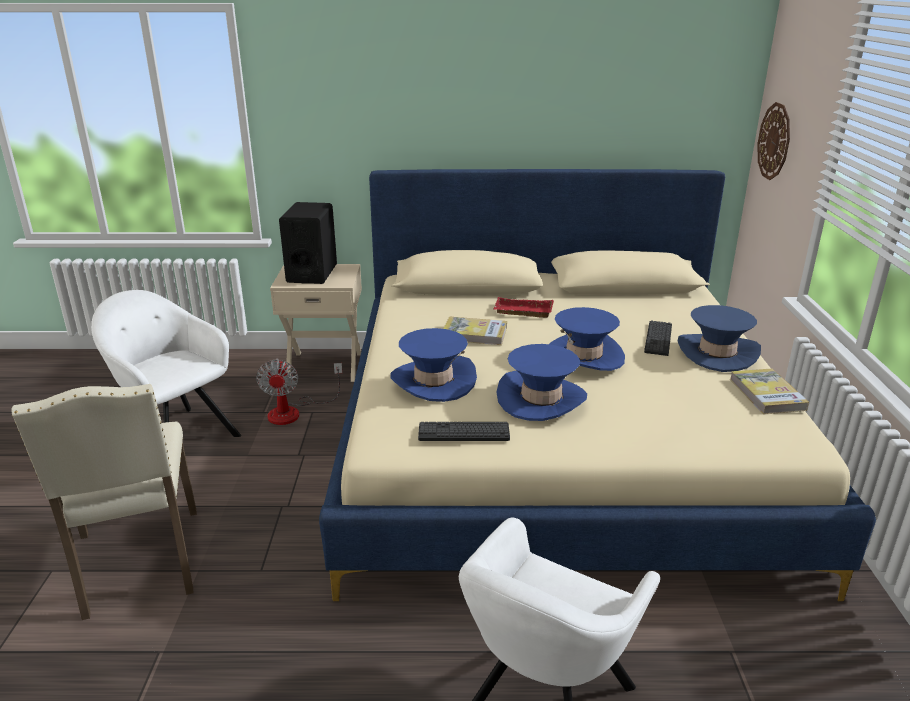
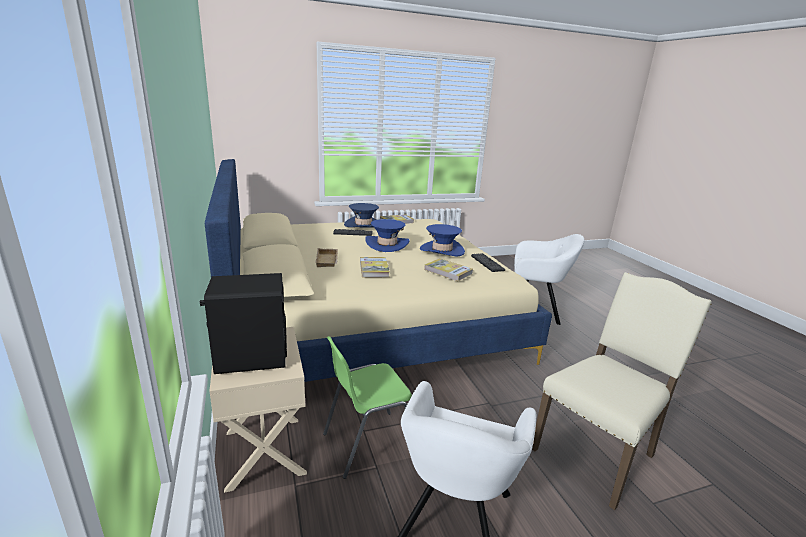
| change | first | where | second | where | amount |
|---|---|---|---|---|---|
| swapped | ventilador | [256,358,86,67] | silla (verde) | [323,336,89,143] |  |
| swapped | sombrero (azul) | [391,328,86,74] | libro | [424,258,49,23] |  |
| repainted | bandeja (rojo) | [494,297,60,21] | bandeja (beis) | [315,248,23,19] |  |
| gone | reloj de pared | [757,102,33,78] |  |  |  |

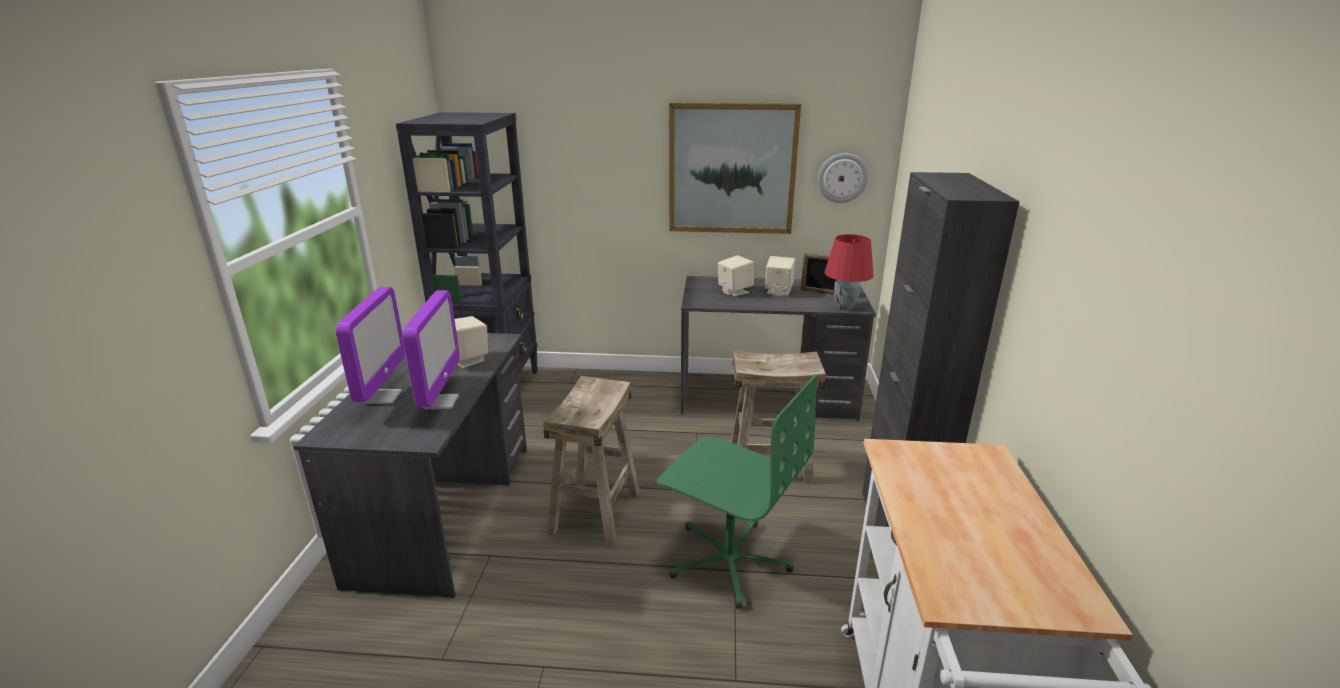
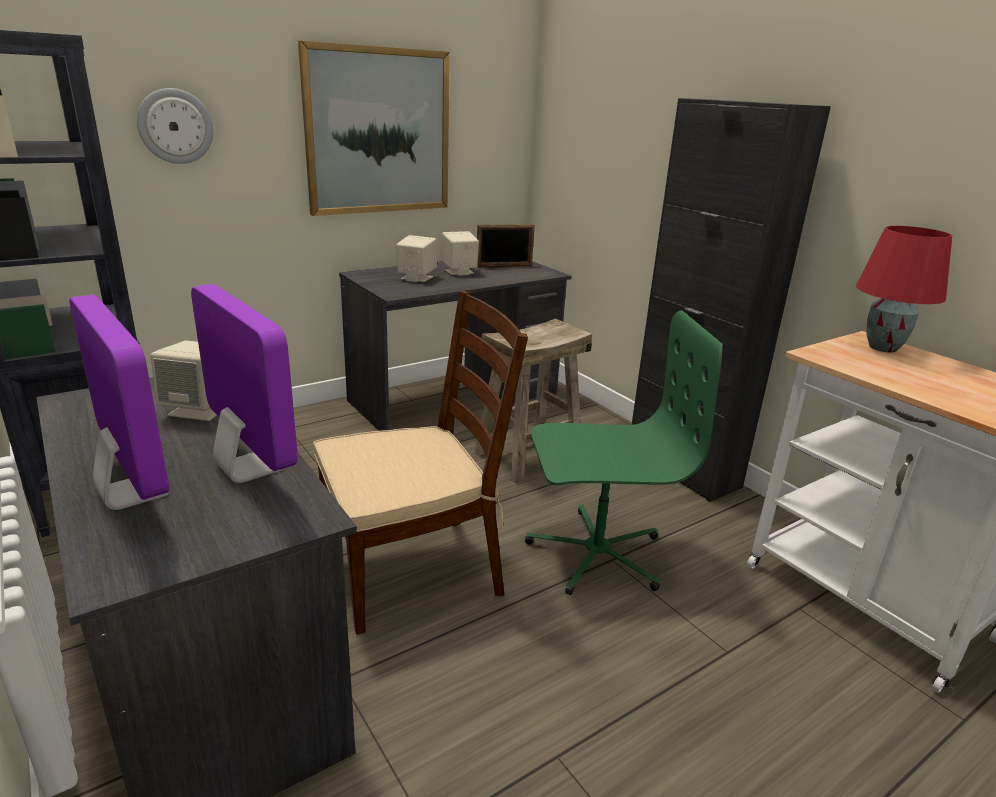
| change | first | where | second | where | amount |
|---|---|---|---|---|---|
| swapped | taburete (beis) | [543,376,97,171] | silla (marrón) | [313,291,215,344] |  |
| shifted | reloj de pared | [818,153,51,50] |  | [137,88,77,76] |  |
| shifted | lámpara de mesa (rojo) | [824,234,50,76] |  | [856,226,96,127] |  |

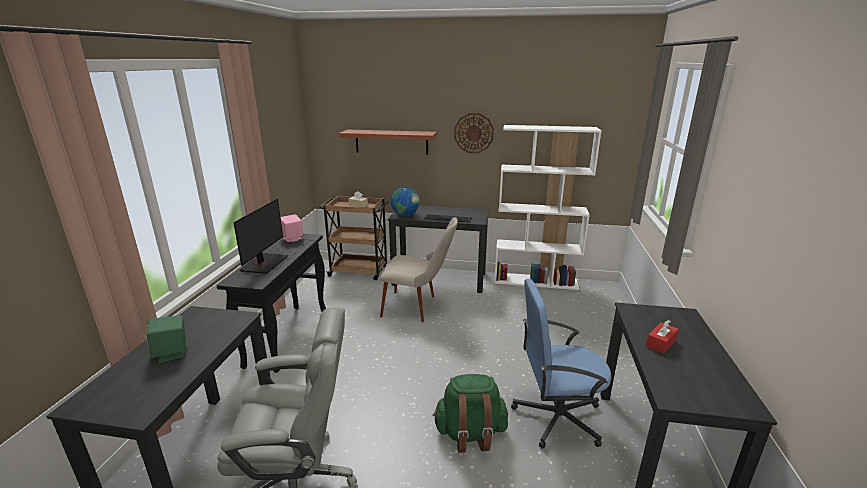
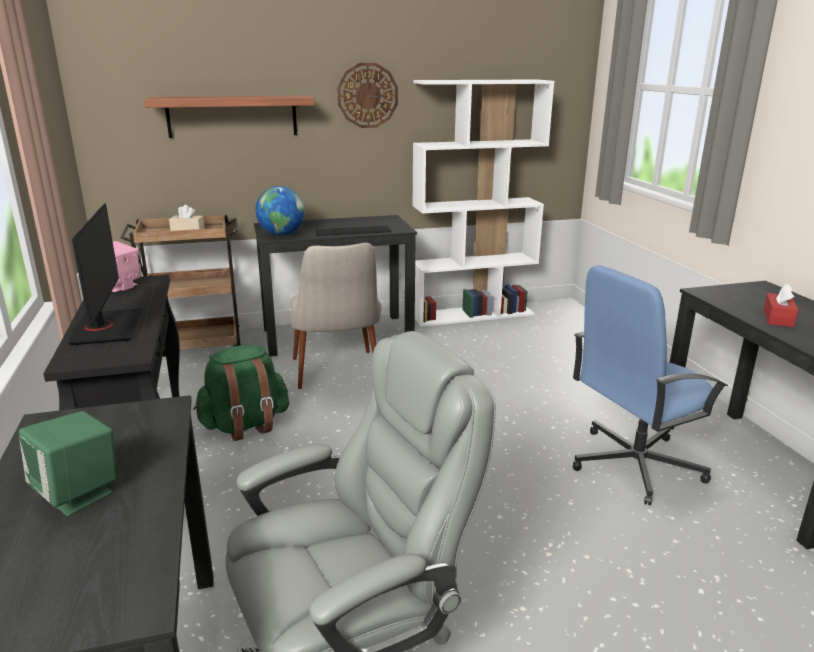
| change | first | where | second | where | amount |
|---|---|---|---|---|---|
| rotated | silla (beis) | [380,217,78,105] |  | [290,243,91,146] | 90 degrees clockwise |
| shifted | mochila (verde) | [433,374,75,79] |  | [193,345,96,96] |  |

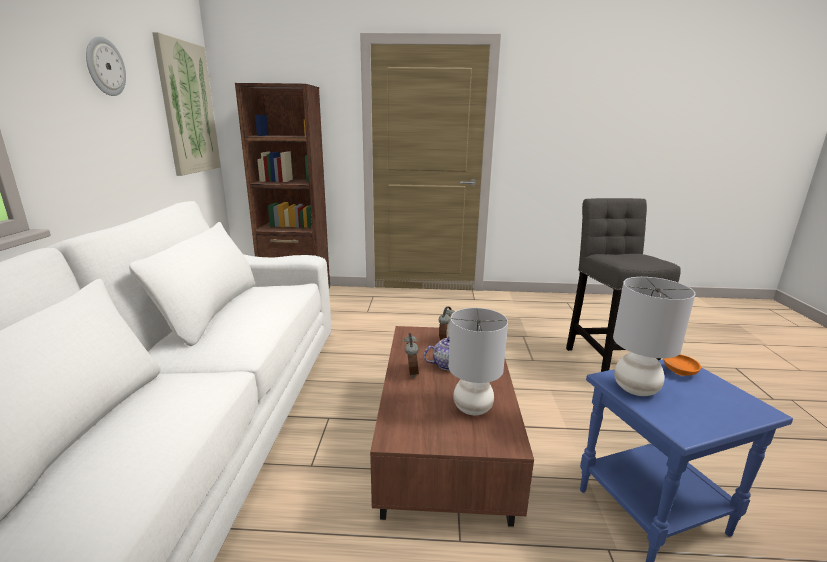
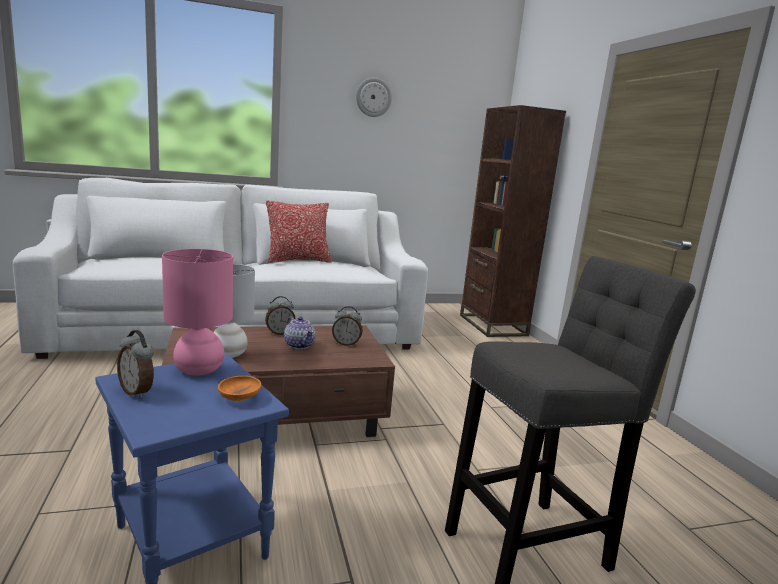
| change | first | where | second | where | amount |
|---|---|---|---|---|---|
| gone | cuadro | [152,32,69,144] |  |  |  |
| repainted | lámpara de mesa (gris) | [613,277,82,119] | lámpara de mesa (rosa) | [162,249,71,127] |  |
| new |  |  | despertador | [117,330,37,69] |  |
| new |  |  | cojín | [266,200,66,63] |  |

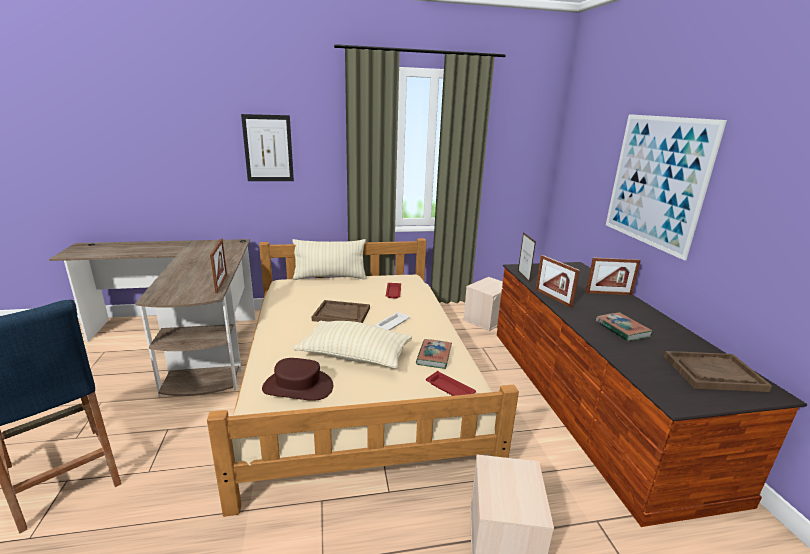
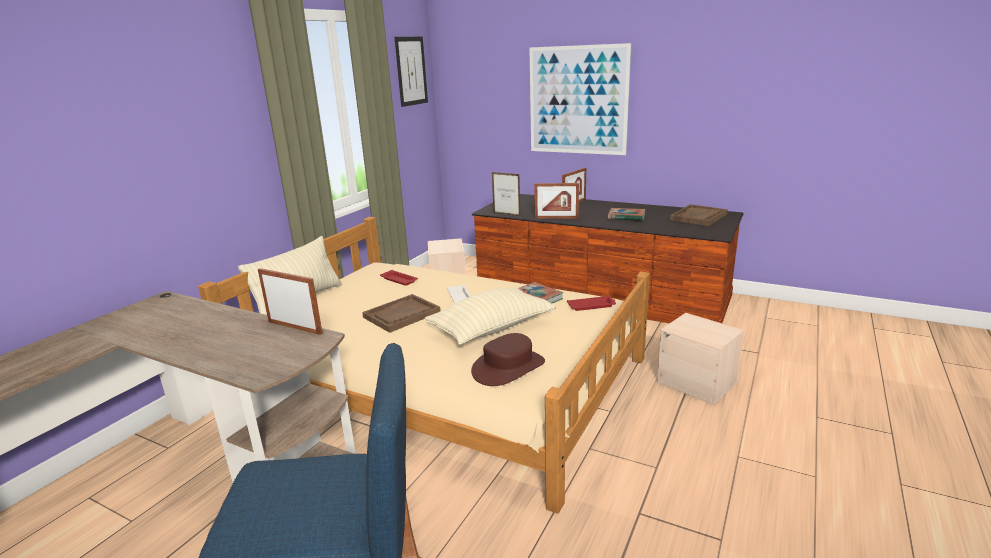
| change | first | where | second | where | amount |
|---|---|---|---|---|---|
| shifted | cuadro | [241,114,53,67] |  | [394,37,34,70] |  |

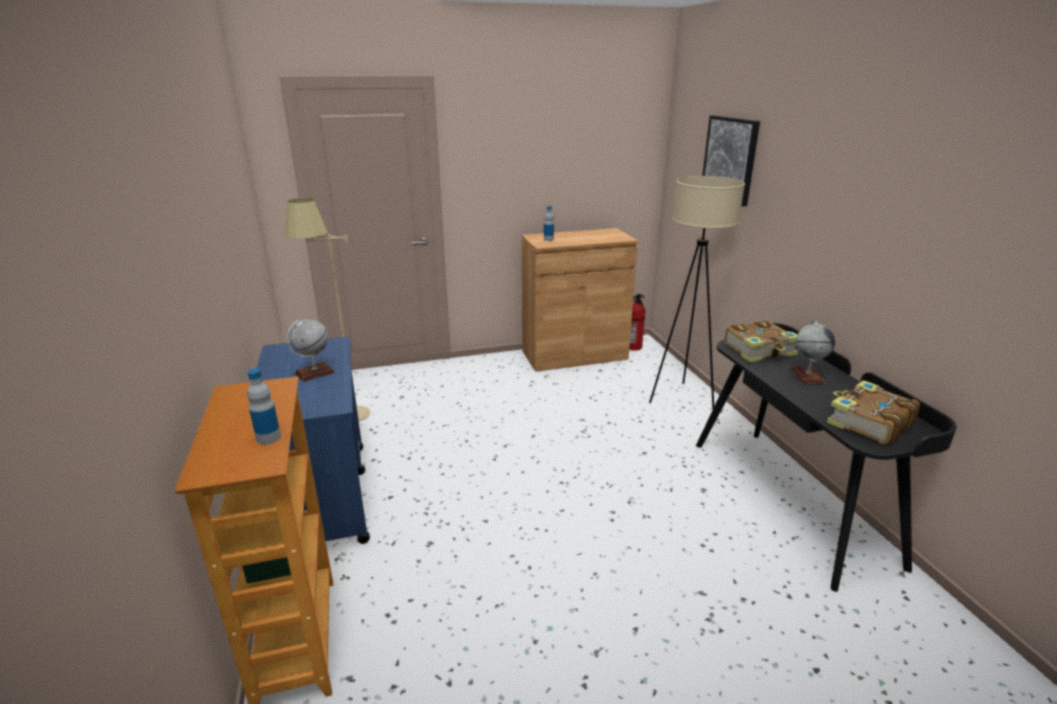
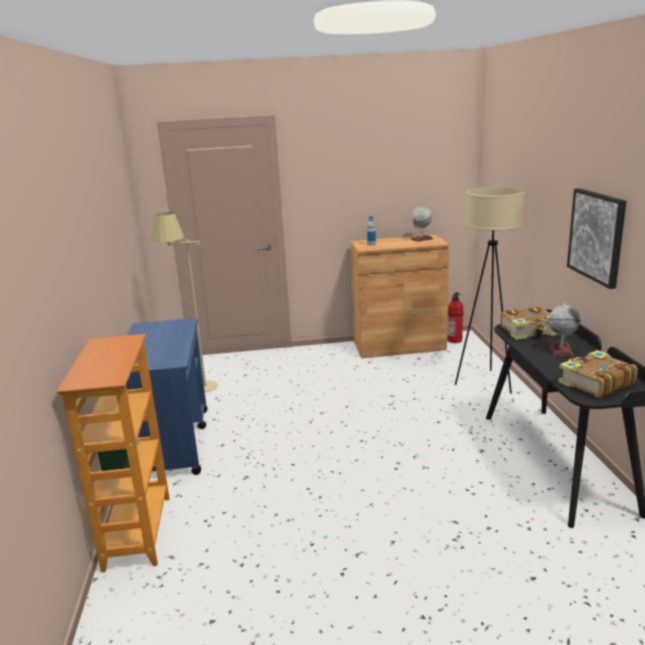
| change | first | where | second | where | amount |
|---|---|---|---|---|---|
| gone | botella | [247,368,34,77] |  |  |  |
| shifted | globo terráqueo | [287,319,48,63] |  | [410,207,23,35] |  |
| shifted | cuadro | [702,115,58,91] |  | [567,188,59,101] |  |

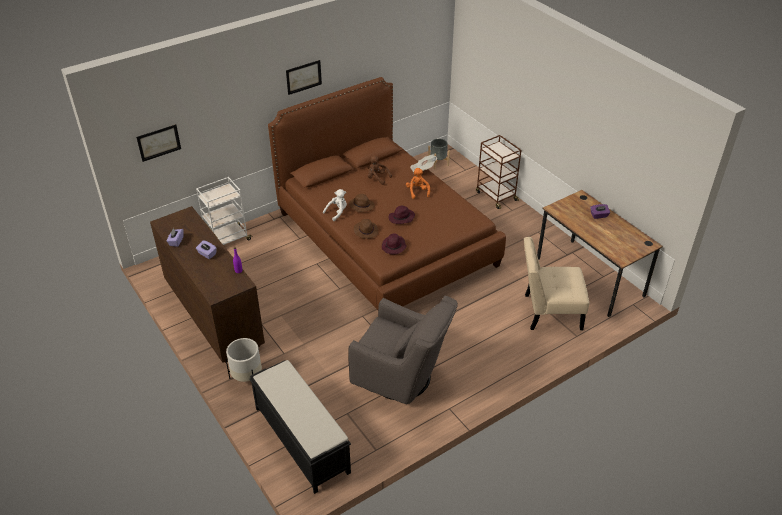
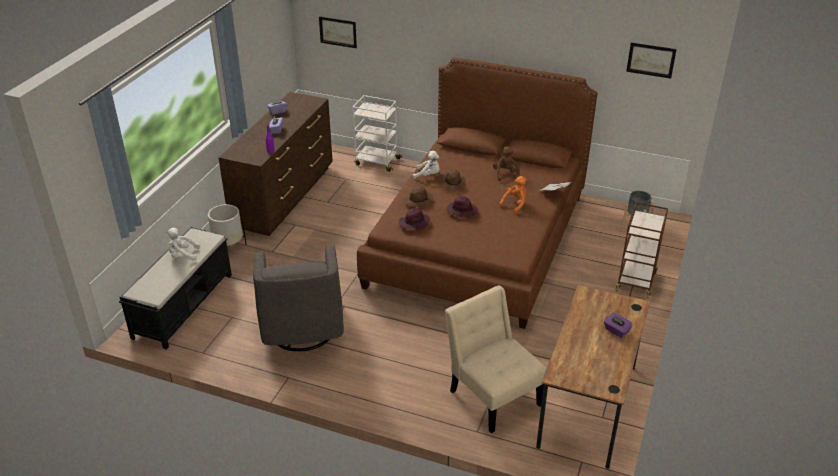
| change | first | where | second | where | amount |
|---|---|---|---|---|---|
| shifted | cuadro | [286,60,36,35] |  | [626,43,51,36] |  |
| new |  |  | peluche (blanco) | [166,228,34,33] |  |

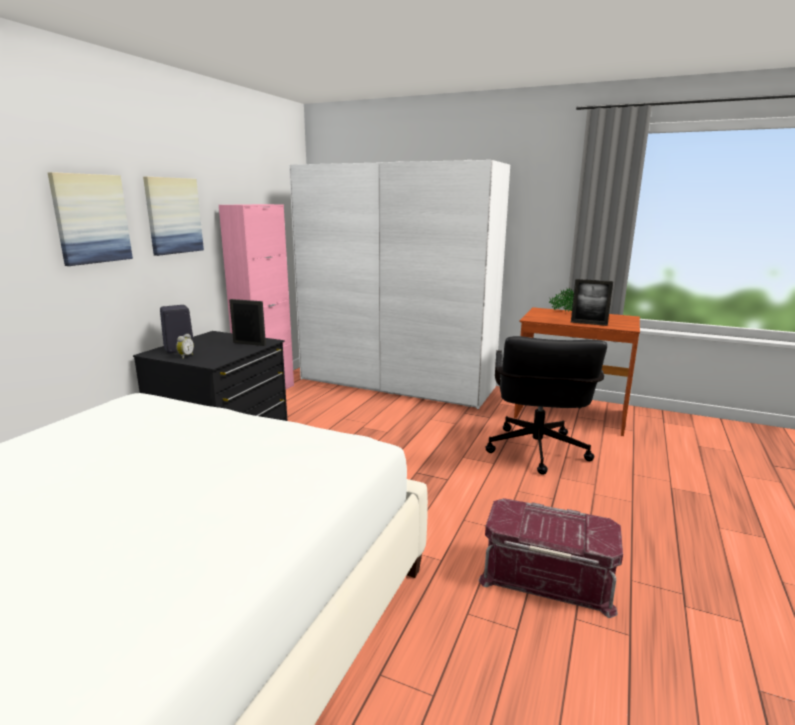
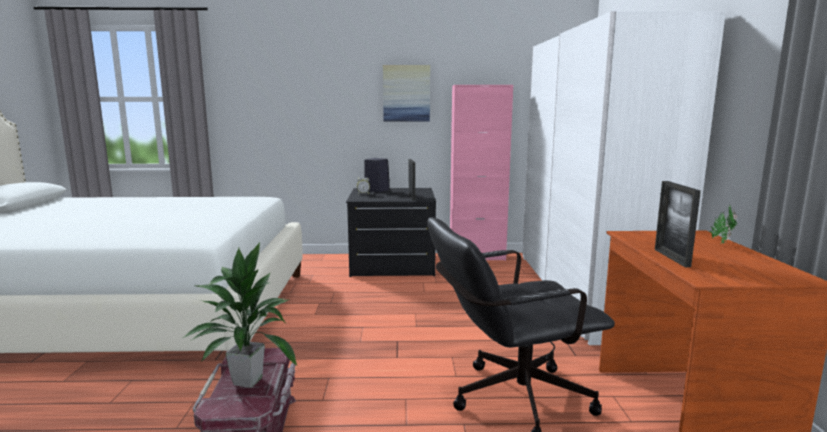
| change | first | where | second | where | amount |
|---|---|---|---|---|---|
| gone | cuadro | [47,172,86,94] |  |  |  |
| new |  |  | planta en maceta | [183,243,114,145] |  |

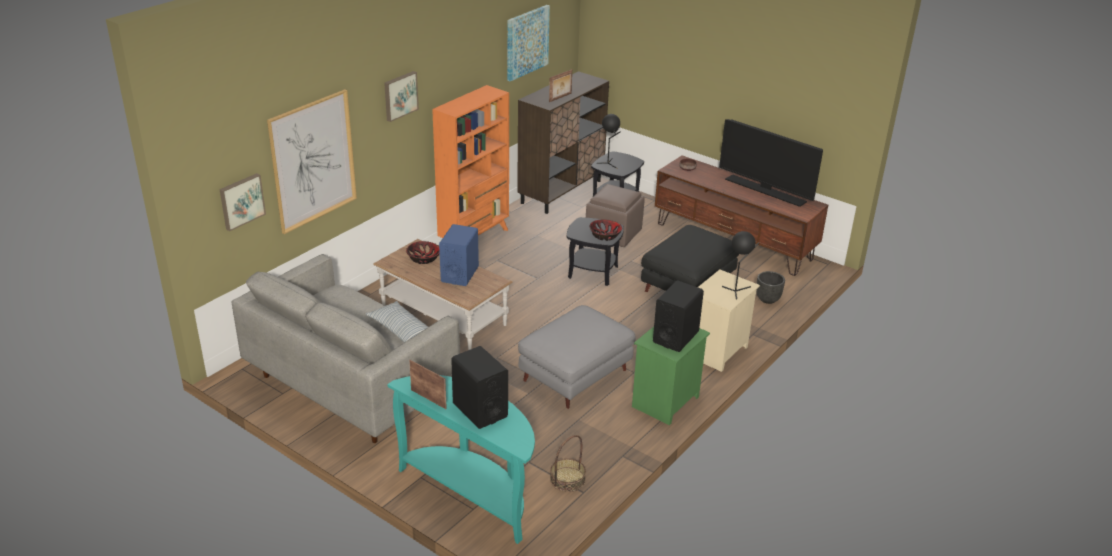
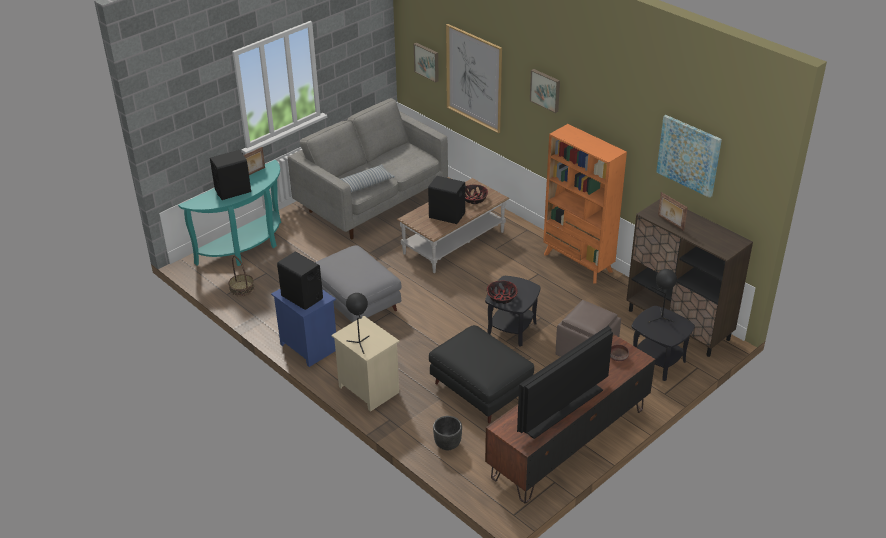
| change | first | where | second | where | amount |
|---|---|---|---|---|---|
| repainted | altavoz (azul) | [439,224,40,62] | altavoz (negro) | [428,176,38,48] |  |
| repainted | mesita de noche (verde) | [632,327,78,98] | mesita de noche (azul) | [271,289,65,78] |  |

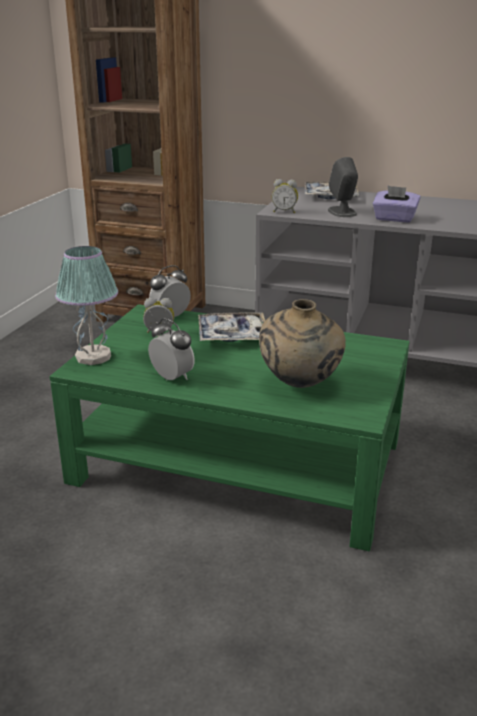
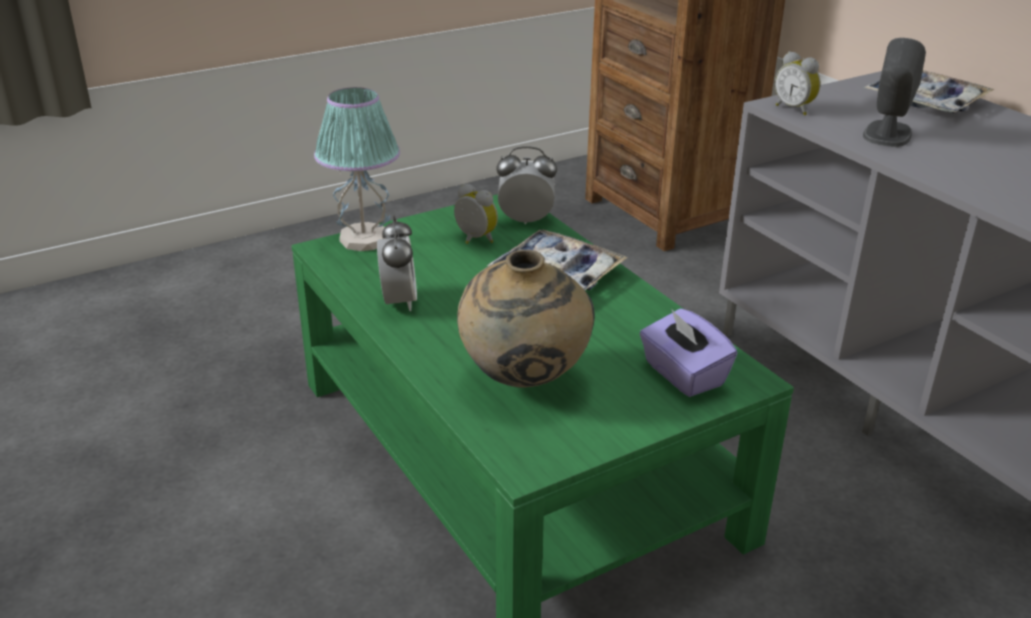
| change | first | where | second | where | amount |
|---|---|---|---|---|---|
| shifted | caja de pañuelos (morado) | [373,186,48,37] |  | [640,308,98,89] |  |

